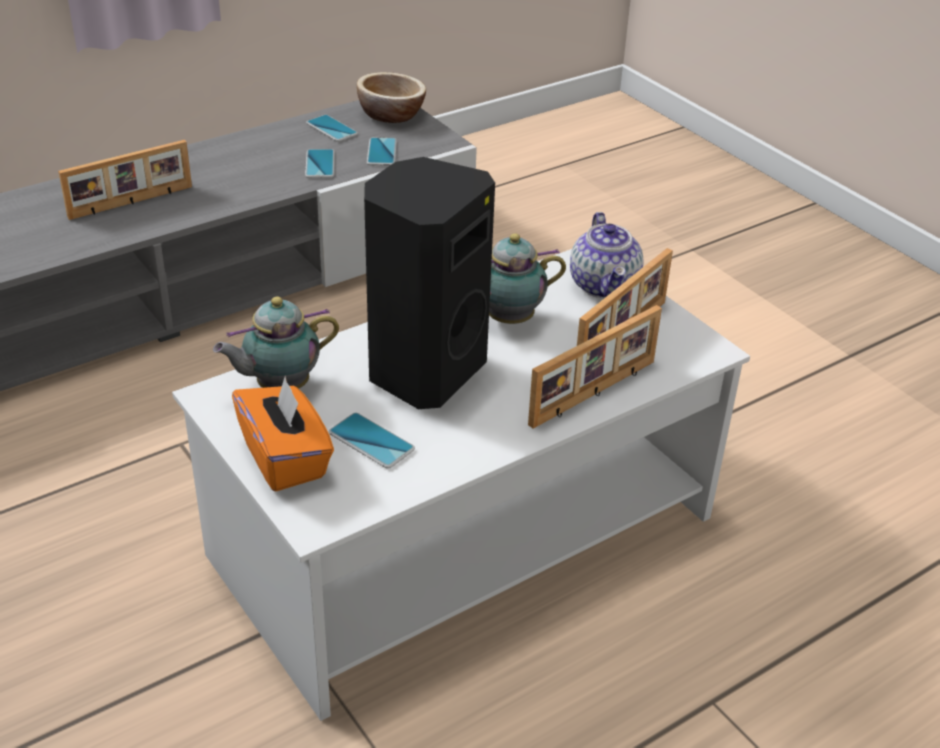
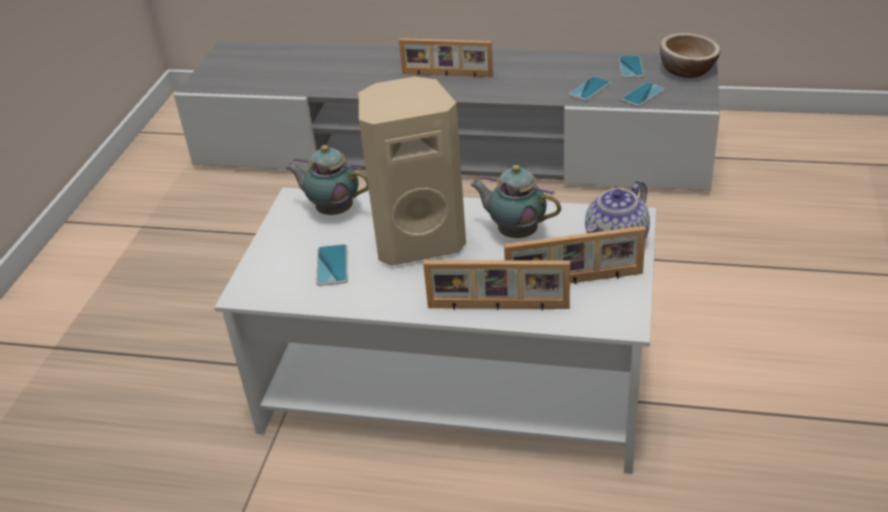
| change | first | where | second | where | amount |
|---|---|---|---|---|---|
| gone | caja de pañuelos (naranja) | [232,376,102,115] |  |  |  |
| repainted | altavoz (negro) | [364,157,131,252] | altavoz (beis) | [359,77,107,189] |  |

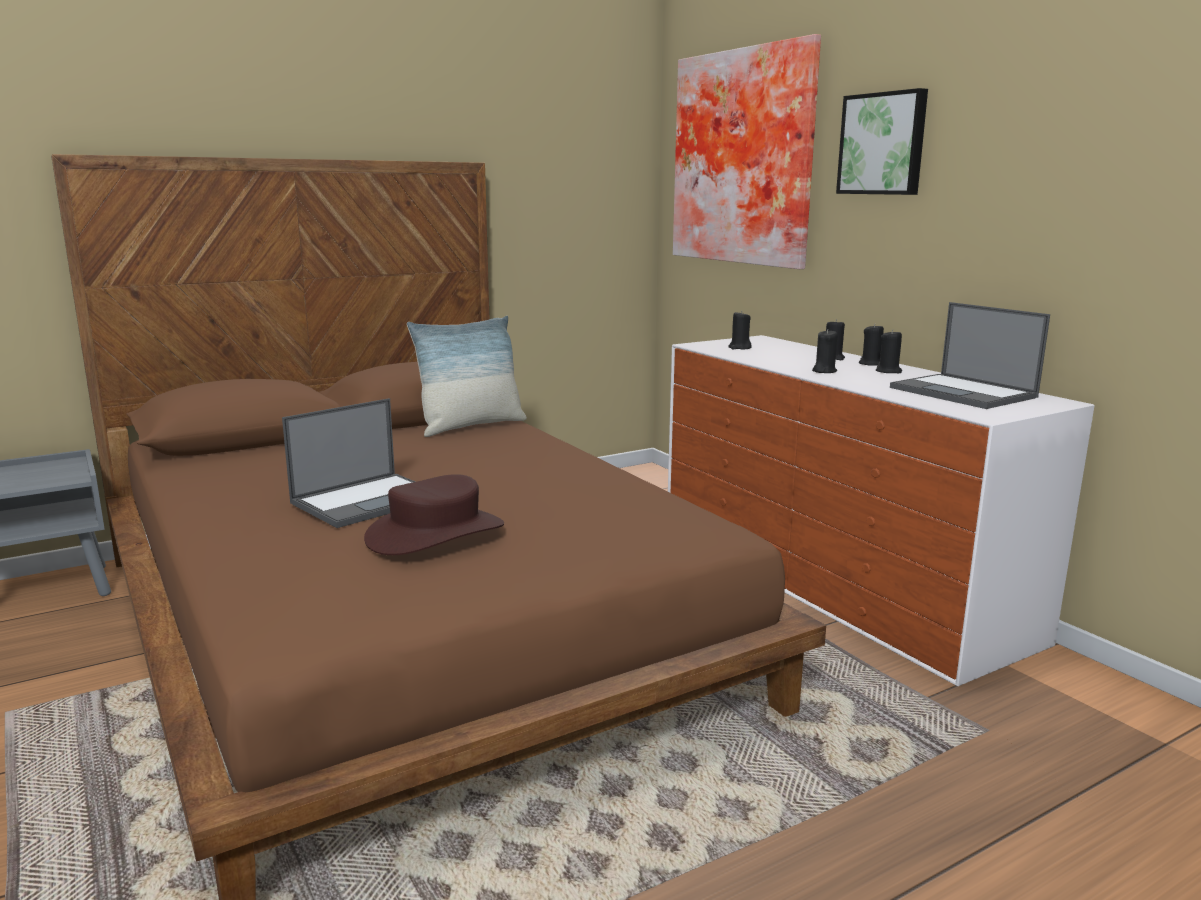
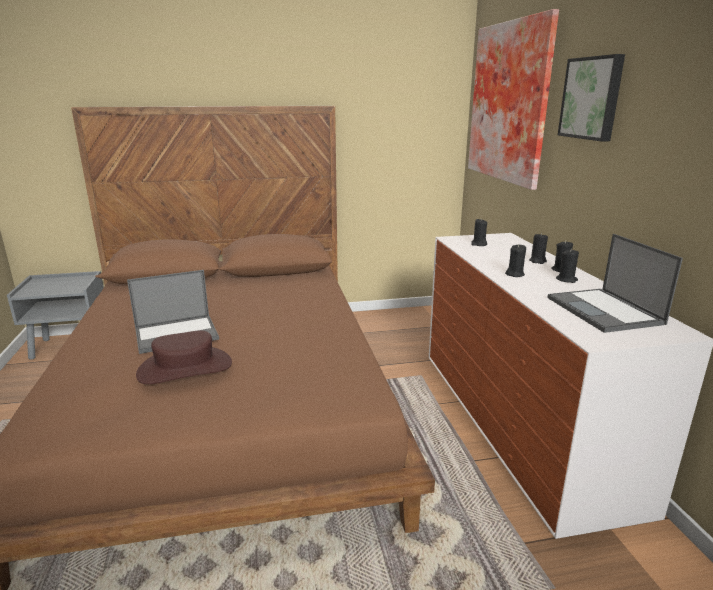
| change | first | where | second | where | amount |
|---|---|---|---|---|---|
| gone | cojín | [407,316,120,121] |  |  |  |

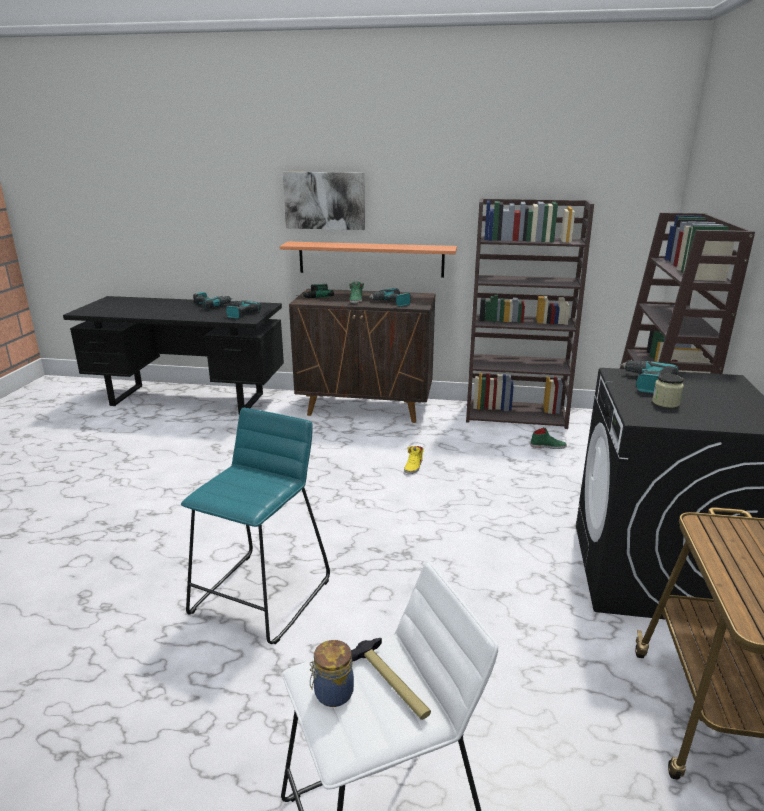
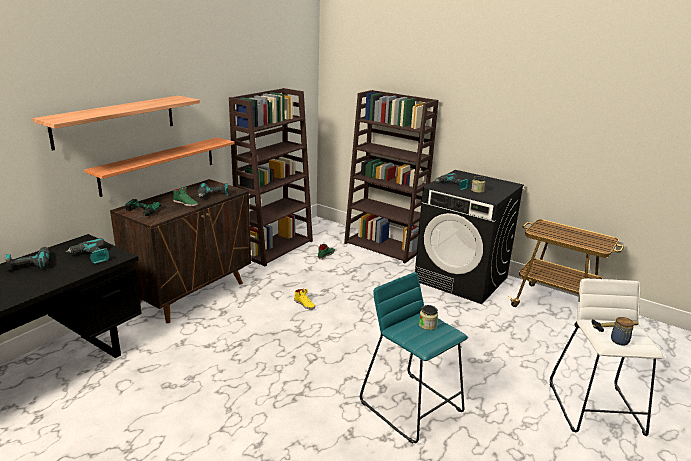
| change | first | where | second | where | amount |
|---|---|---|---|---|---|
| swapped | cuadro | [283,172,82,58] | estante | [33,96,167,55] |  |
| new |  |  | tarro | [419,305,19,25] |  |

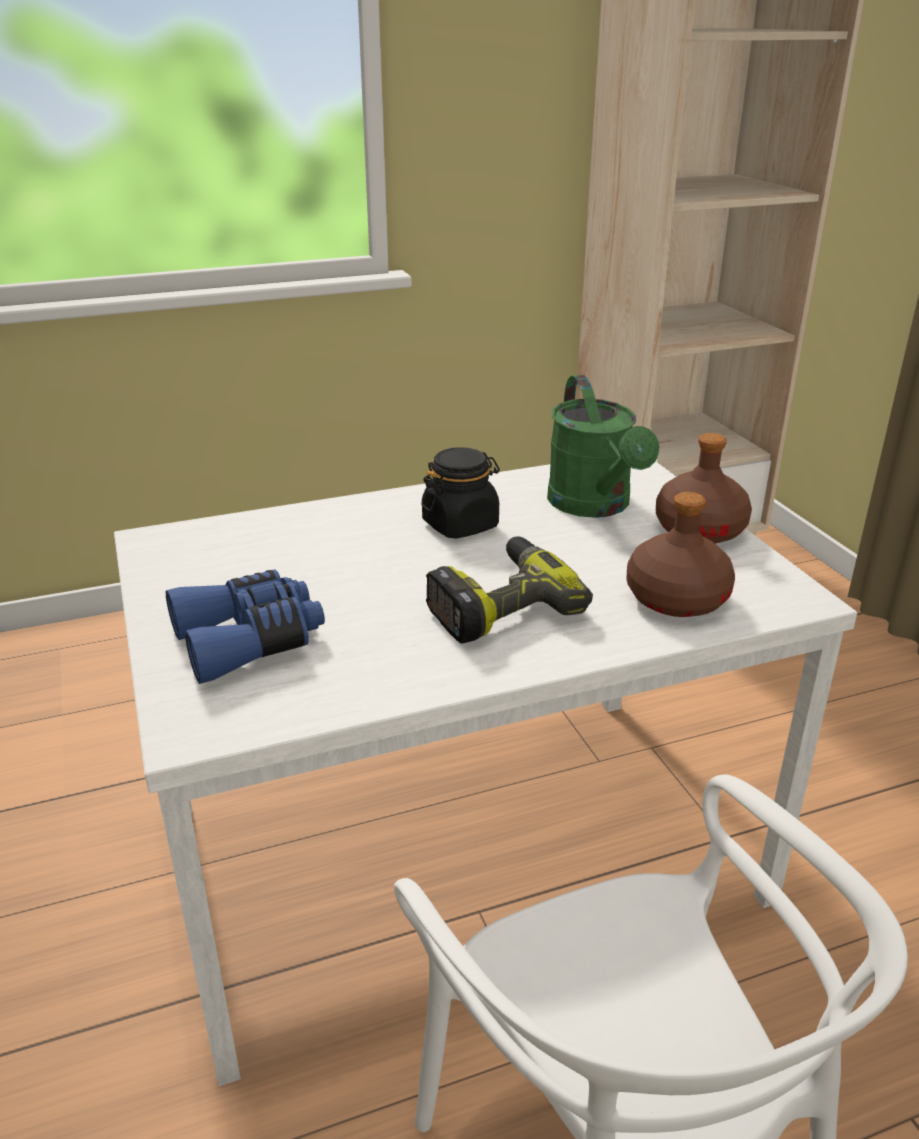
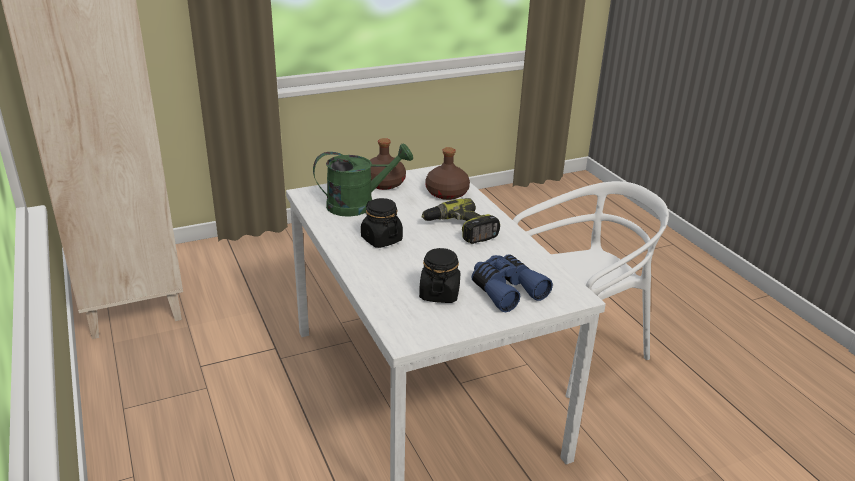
| change | first | where | second | where | amount |
|---|---|---|---|---|---|
| new |  |  | tarro (negro) | [419,248,41,55] |  |

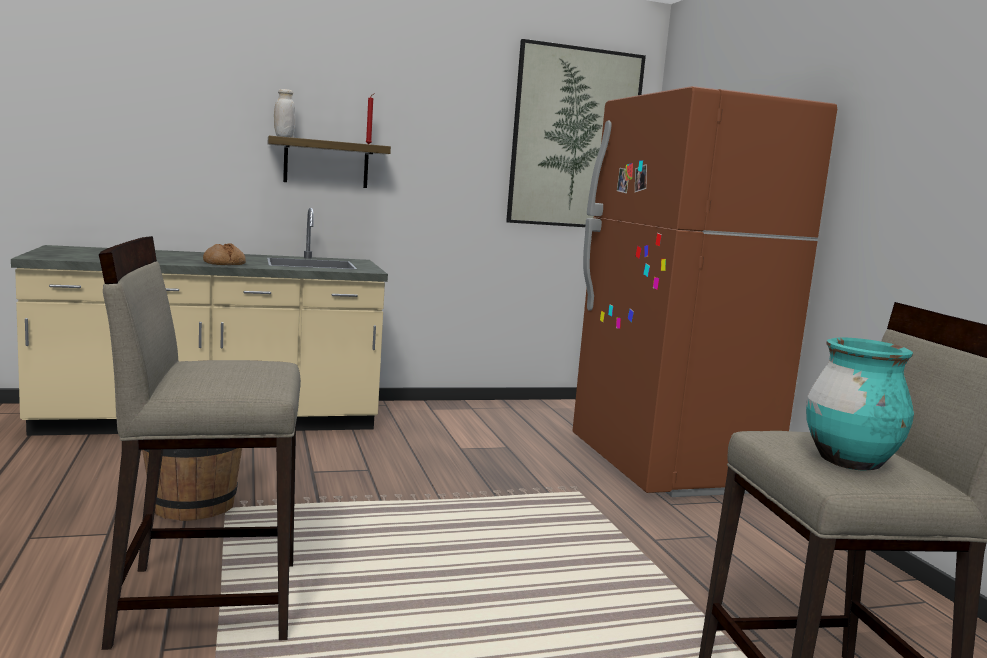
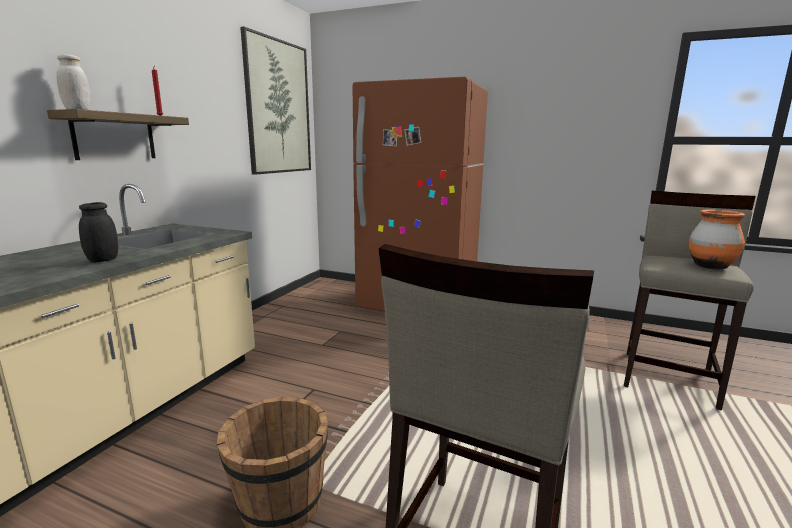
| change | first | where | second | where | amount |
|---|---|---|---|---|---|
| swapped | pan | [203,243,43,22] | tarro (negro) | [79,202,39,61] |  |
| repainted | florero (turquesa) | [806,337,108,134] | florero (naranja) | [689,209,56,61] |  |

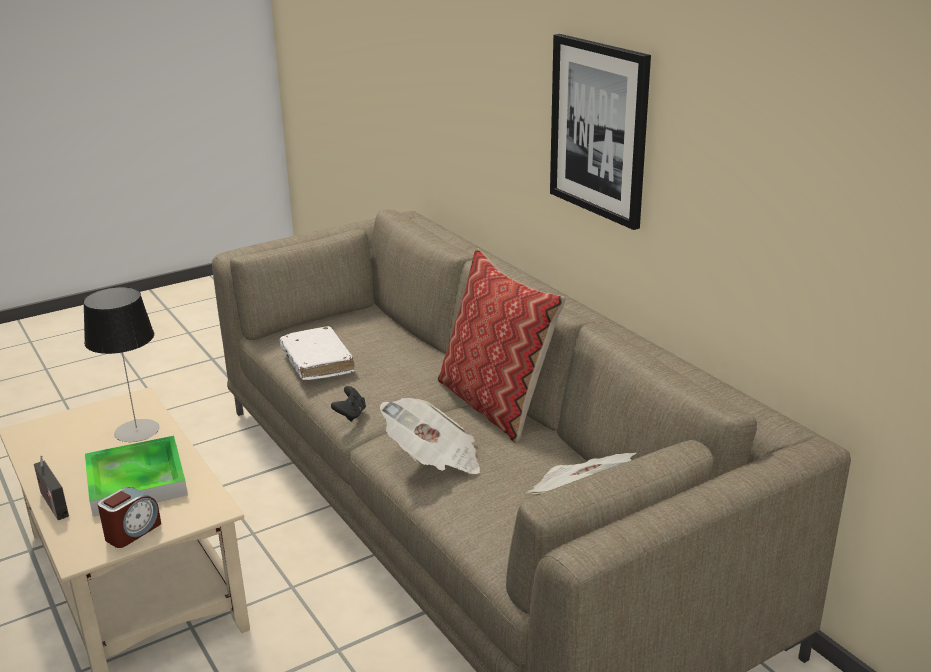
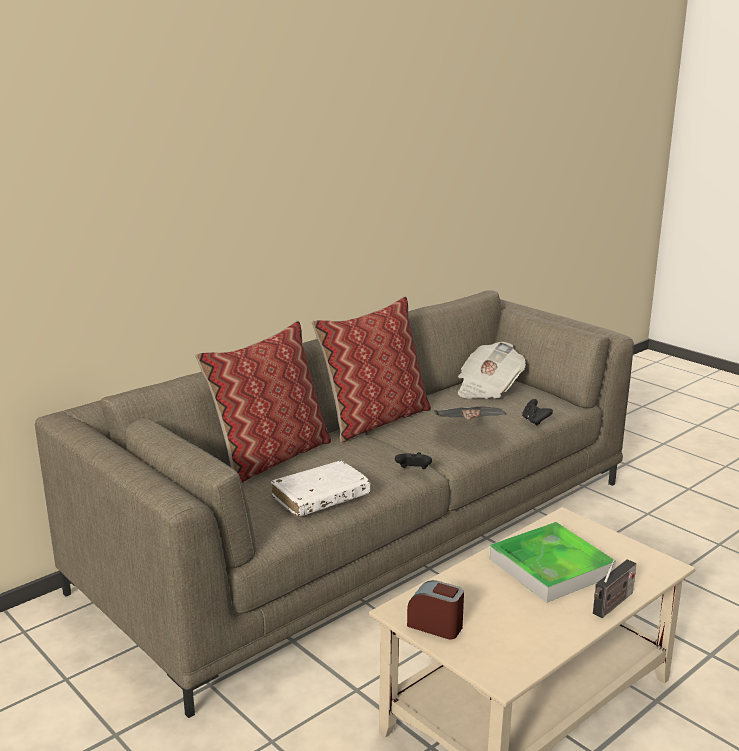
| change | first | where | second | where | amount |
|---|---|---|---|---|---|
| gone | lámpara de mesa | [83,287,77,155] |  |  |  |
| shifted | despertador | [98,487,63,61] |  | [407,580,57,59] |  |
| gone | cuadro | [550,34,101,196] |  |  |  |
| new |  |  | cojín | [195,320,136,163] |  |
| new |  |  | mando de consola (negro) | [522,399,31,27] |  |

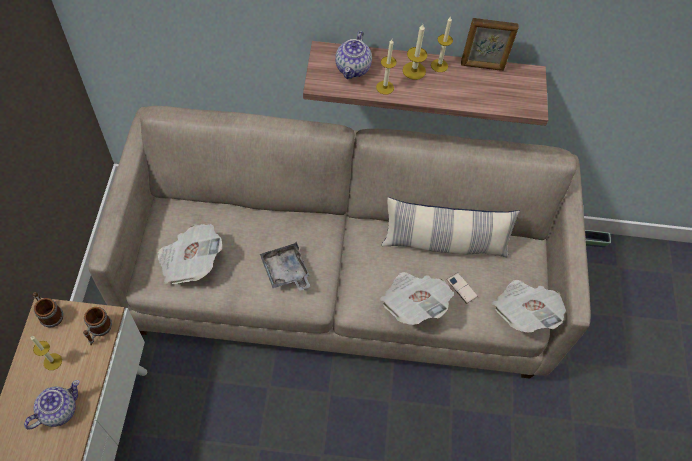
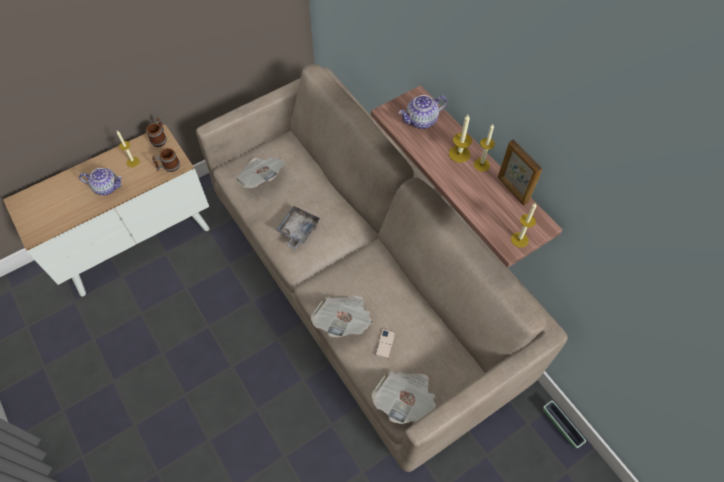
| change | first | where | second | where | amount |
|---|---|---|---|---|---|
| shifted | vela | [376,39,21,56] |  | [511,203,26,44] |  |
| gone | cojín | [381,197,139,60] |  |  |  |

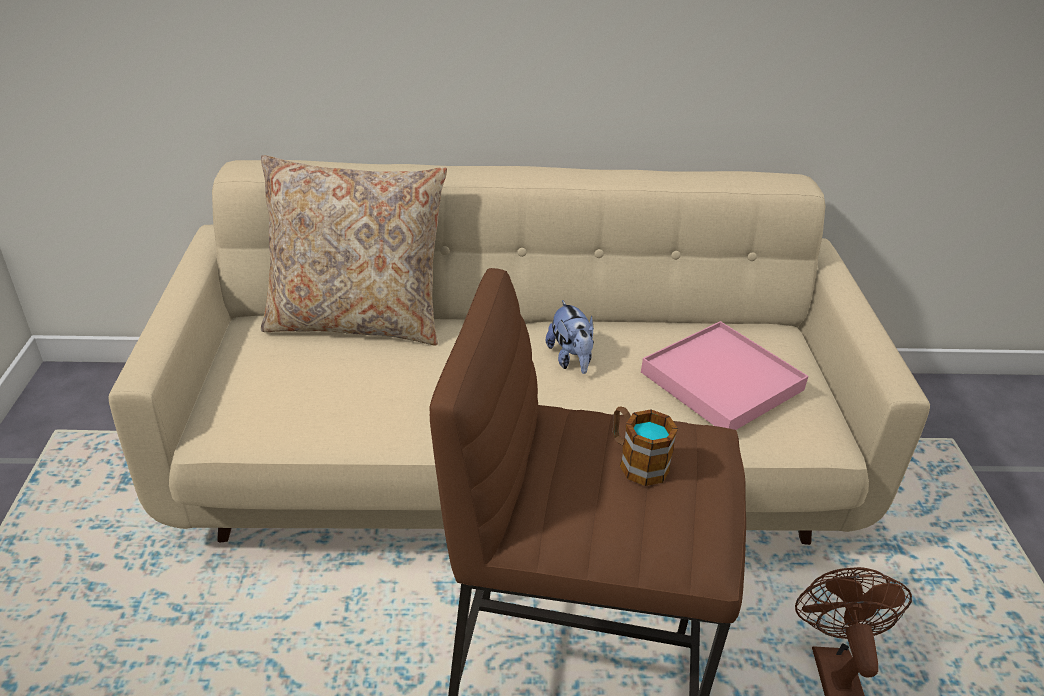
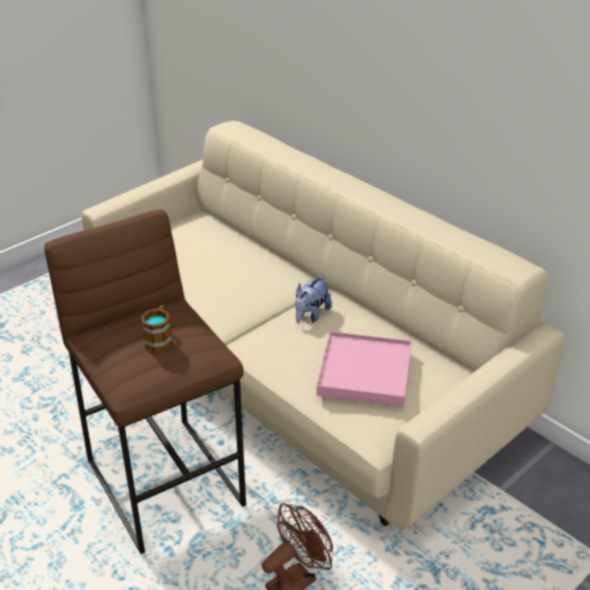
| change | first | where | second | where | amount |
|---|---|---|---|---|---|
| gone | cojín (beis) | [261,155,186,191] |  |  |  |

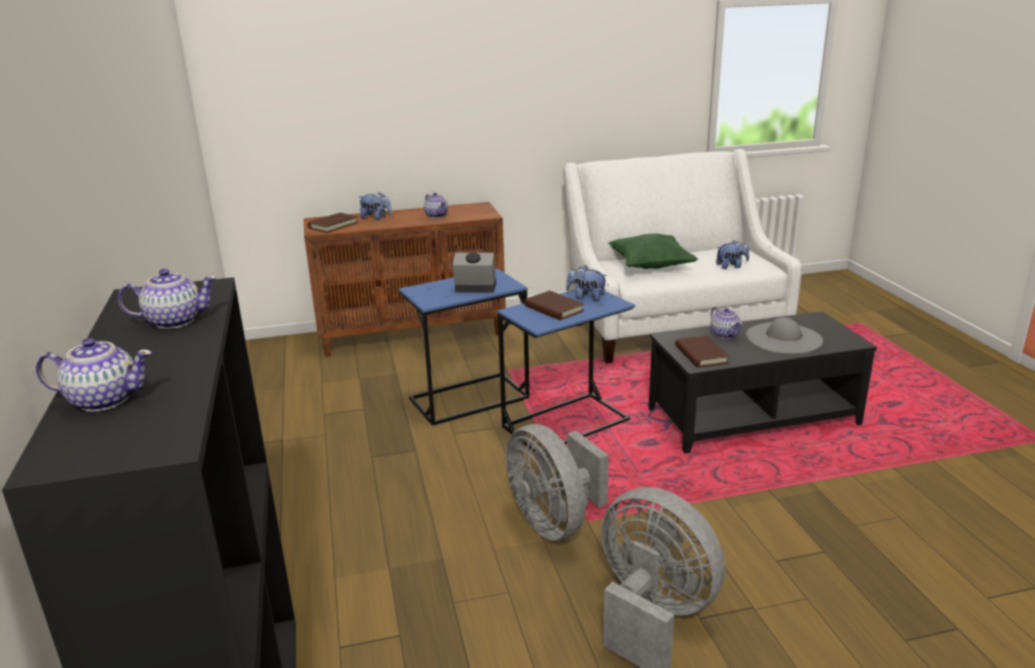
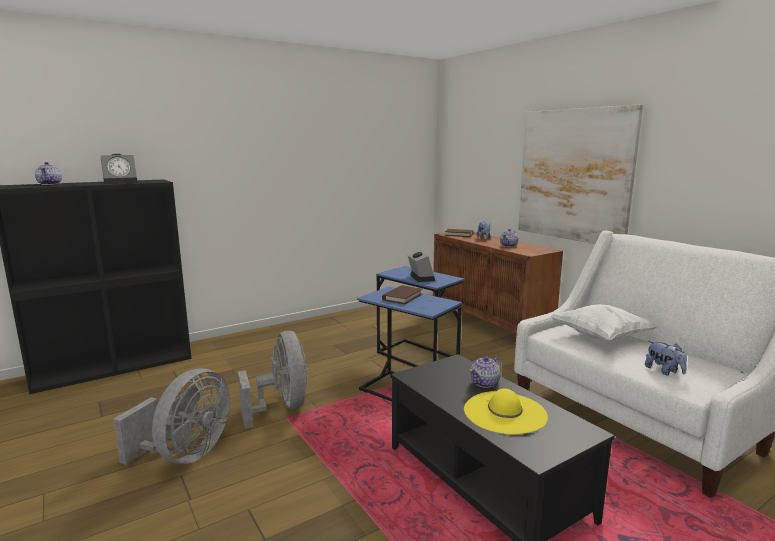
| change | first | where | second | where | amount |
|---|---|---|---|---|---|
| swapped | tetera | [118,269,99,60] | despertador | [101,154,37,30] |  |
| rotated | ventilador (gris) | [506,424,103,117] |  | [238,331,70,98] | 120 degrees clockwise |
| gone | peluche | [566,265,42,36] |  |  |  |
| repainted | cojín (verde) | [608,233,90,36] | cojín (blanco) | [550,304,109,37] |  |
| gone | libro (marrón) | [675,335,54,33] |  |  |  |
| repainted | sombrero (gris) | [746,317,77,37] | sombrero (amarillo) | [464,388,84,46] |  |
| new |  |  | cuadro | [518,105,125,139] |  |

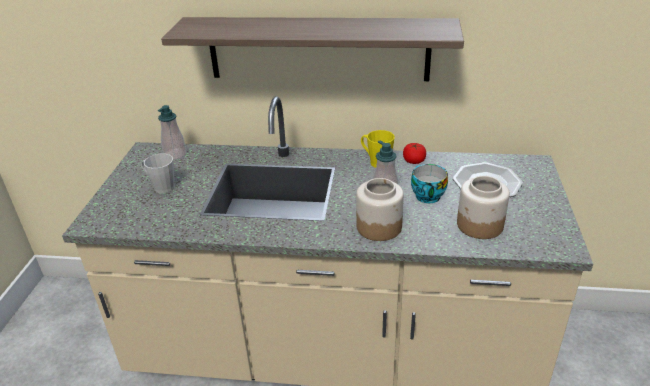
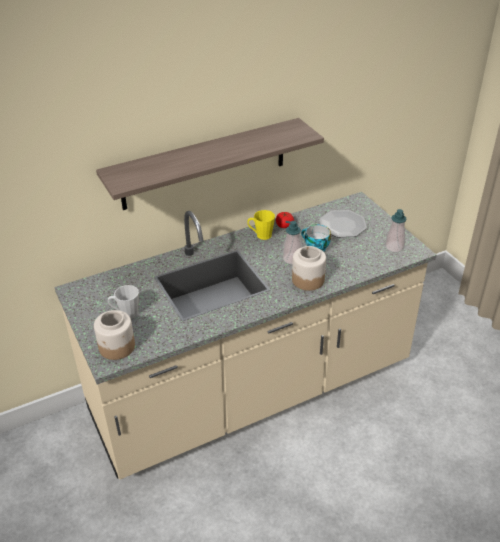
| change | first | where | second | where | amount |
|---|---|---|---|---|---|
| shifted | dispensador de jabón | [157,105,30,55] |  | [385,209,21,43] |  |
| shifted | tarro | [457,176,53,63] |  | [94,310,41,50] |  |

